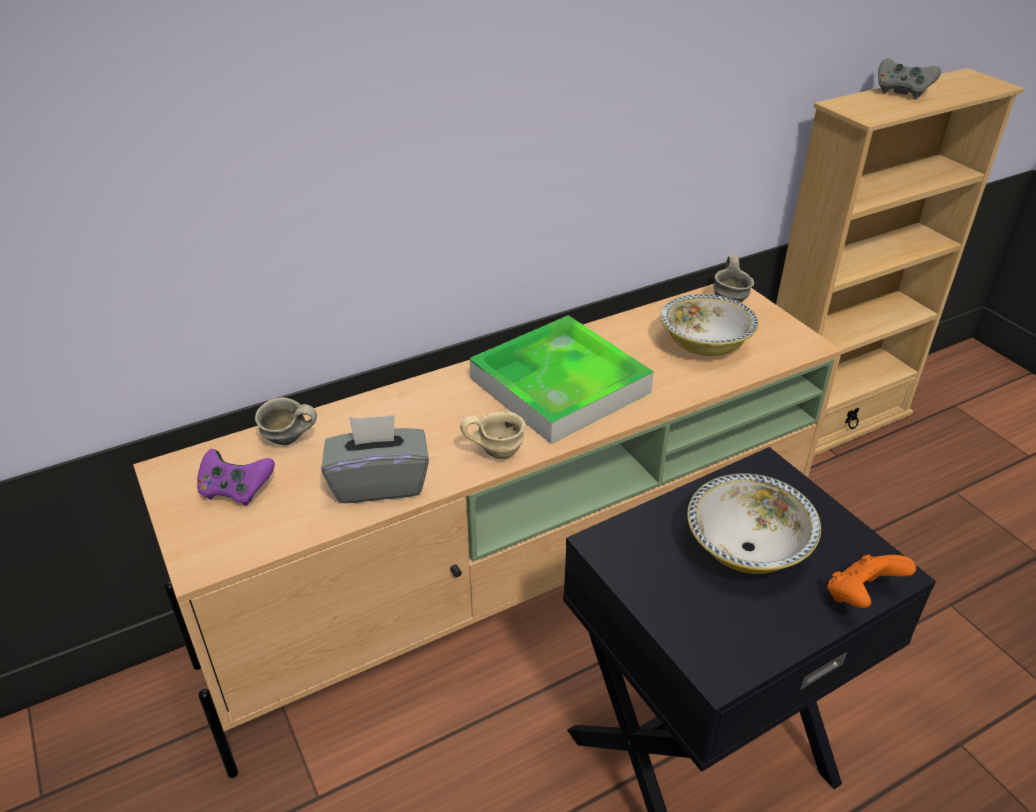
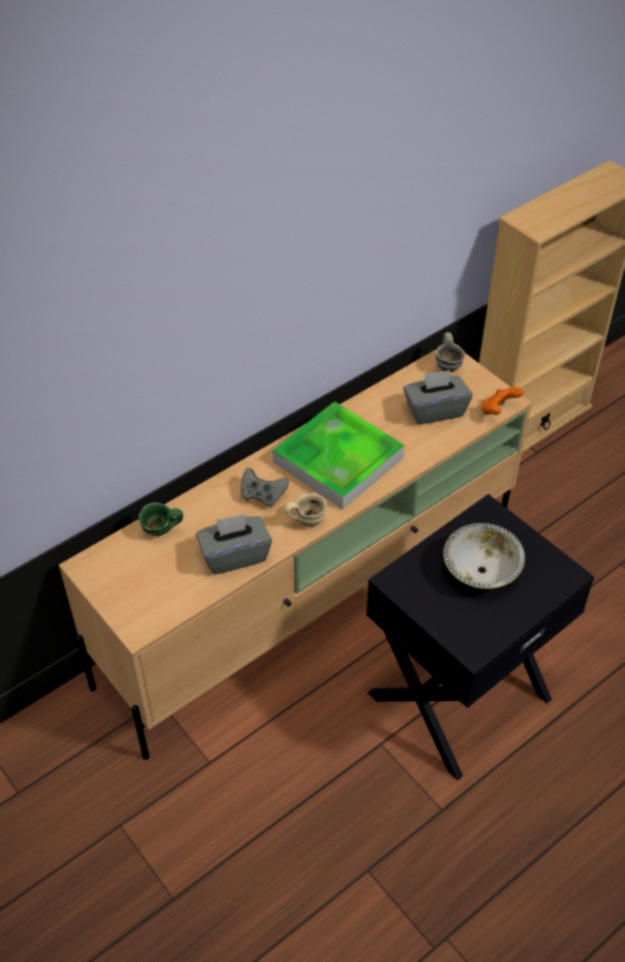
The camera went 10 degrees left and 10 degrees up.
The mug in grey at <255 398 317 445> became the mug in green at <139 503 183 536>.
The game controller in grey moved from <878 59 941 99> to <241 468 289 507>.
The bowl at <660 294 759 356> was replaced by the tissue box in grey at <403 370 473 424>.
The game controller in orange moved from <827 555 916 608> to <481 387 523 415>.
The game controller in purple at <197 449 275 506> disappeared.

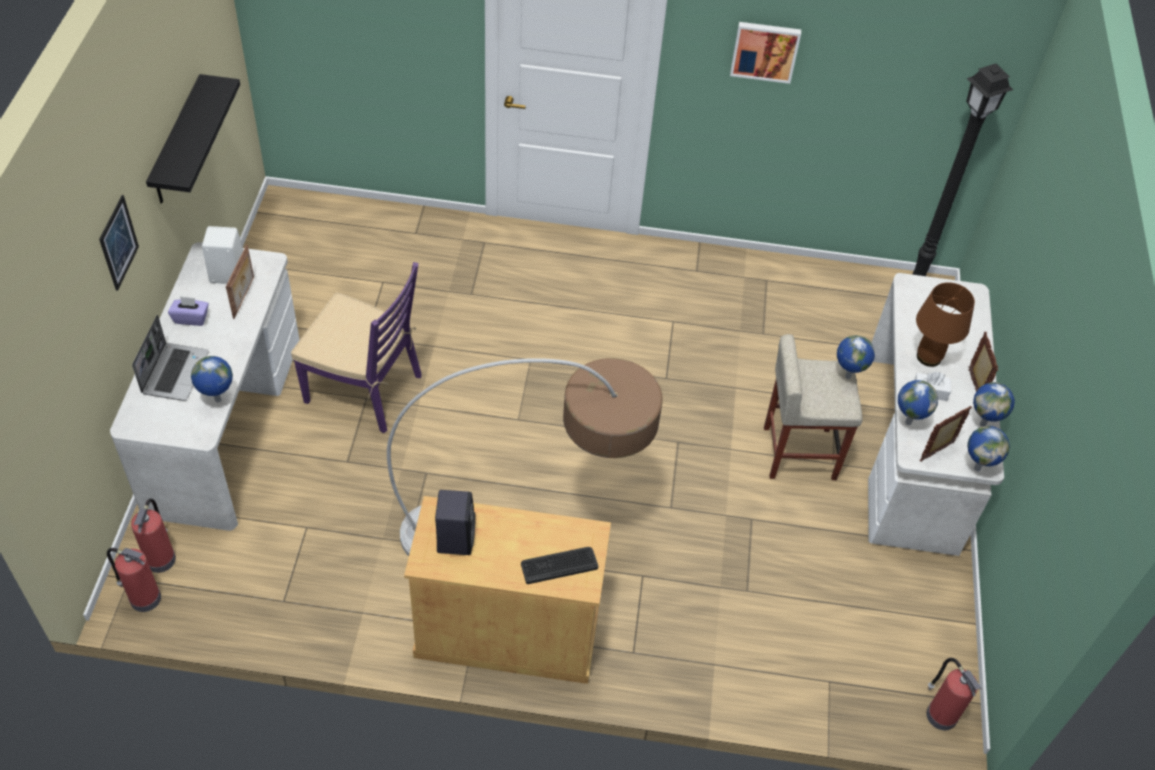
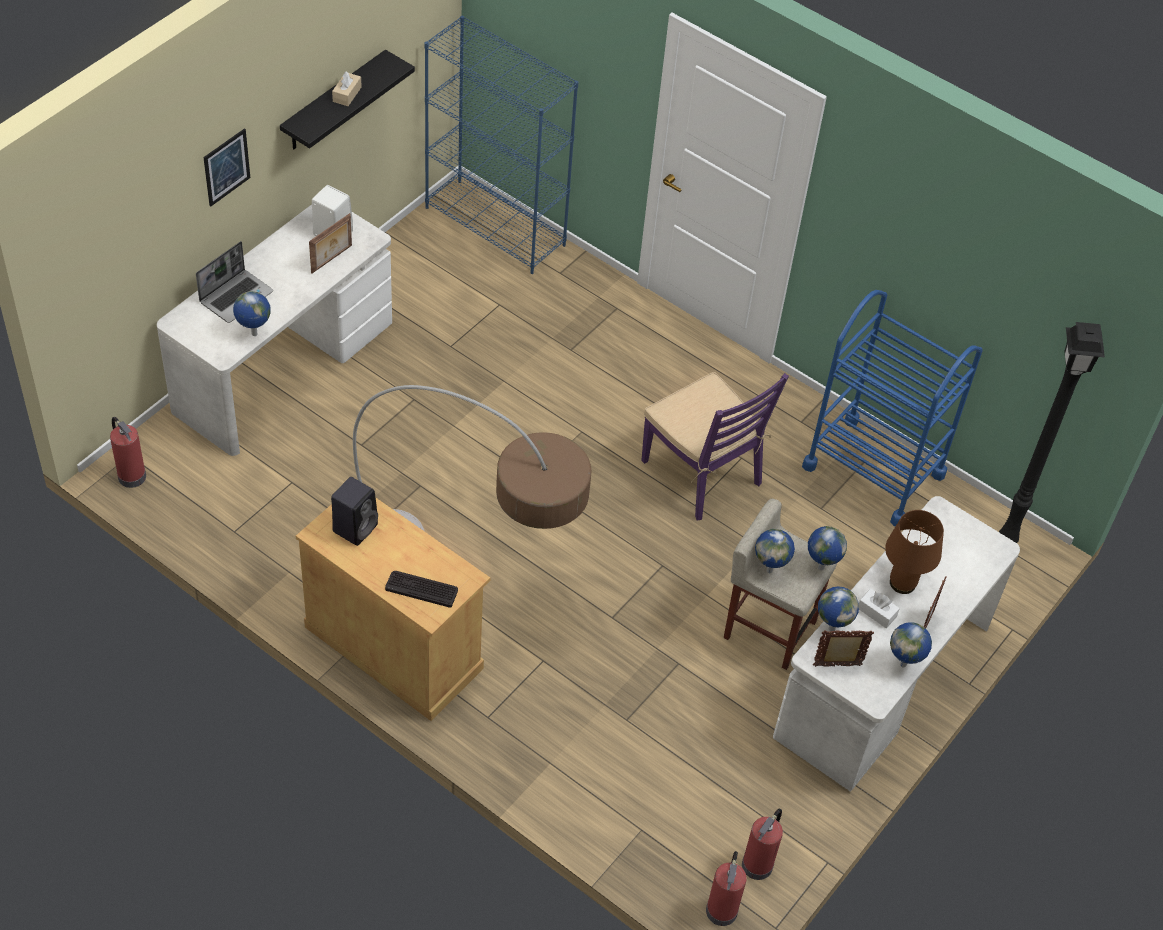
The camera went 30 degrees right and 0 degrees up.
The tissue box in beige at <332 71 362 106> appeared.
The bookcase in blue at <424 16 578 274> appeared.
The chair in purple moved from <291 262 422 434> to <641 372 789 521>.
The fire extinguisher moved from <131 499 176 573> to <742 809 783 880>.
The globe moved from <967 426 1010 471> to <755 529 795 573>.
The cart in blue at <802 290 983 526> appeared.
The tissue box in purple at <168 296 209 326> disappeared.
The picture at <730 22 801 84> disappeared.

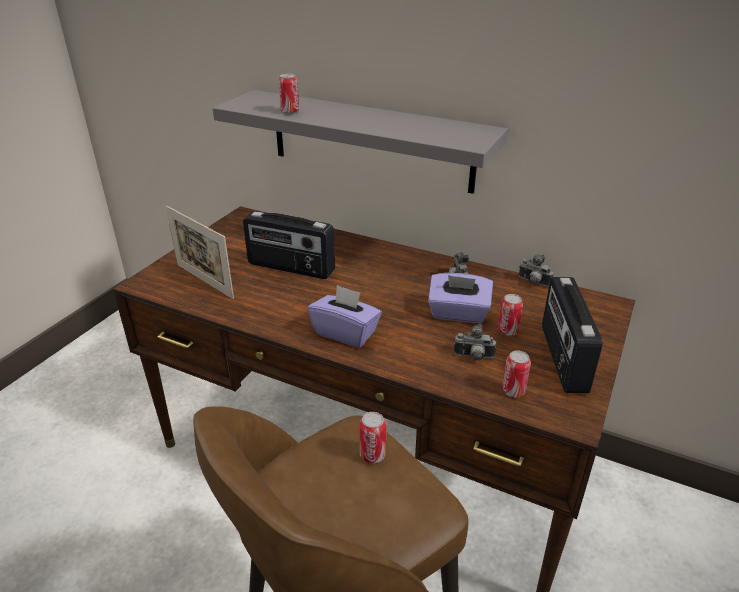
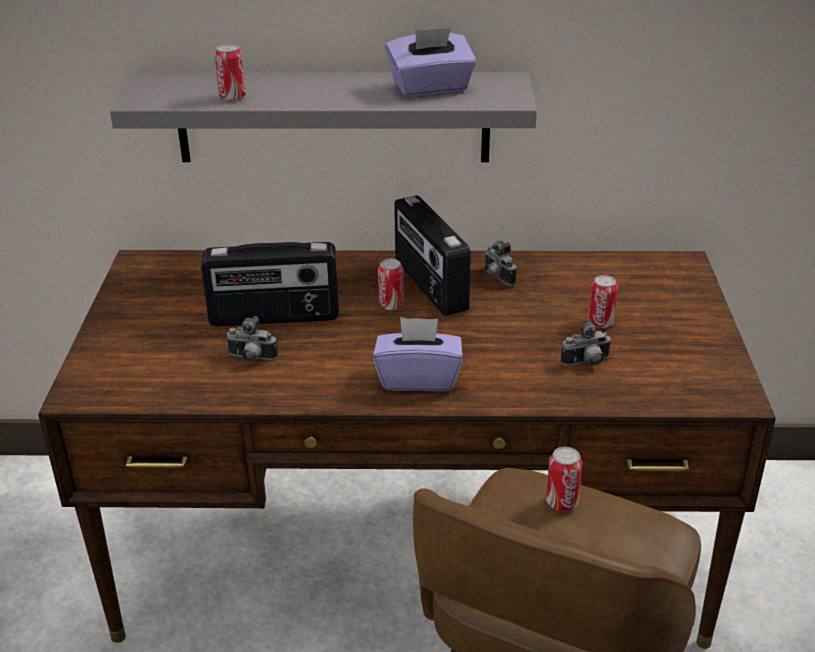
The camera went 25 degrees left and 0 degrees up.
The photo camera moved from <519 254 553 287> to <226 316 278 362>.
The can moved from <502 350 531 397> to <378 259 404 310>.
The tissue box in purple moved from <428 273 493 323> to <385 28 477 97>.
The radio moved from <542 277 603 394> to <394 195 471 316>.
The picture frame at <166 206 234 299> disappeared.

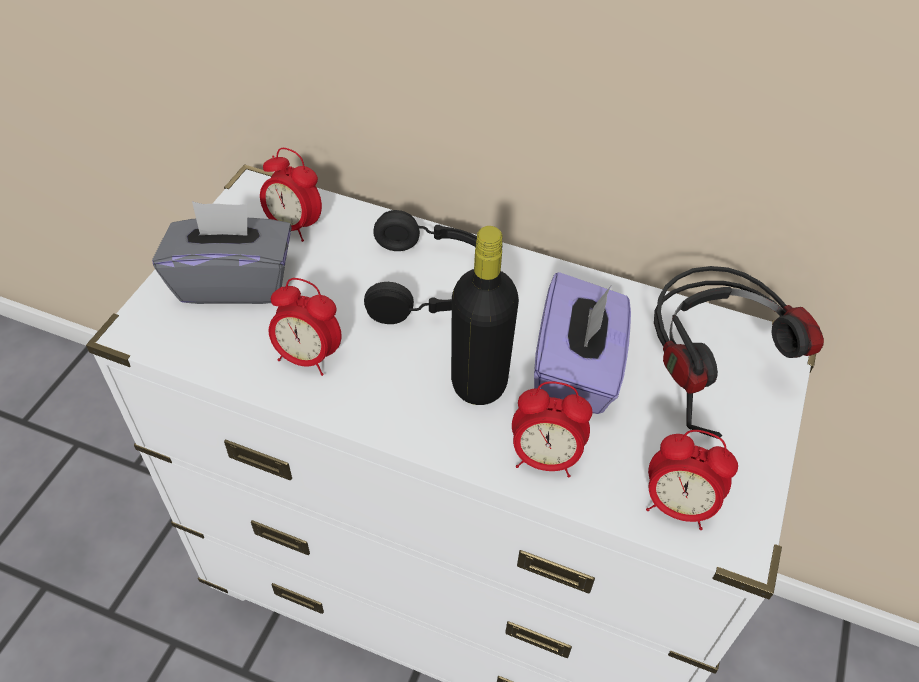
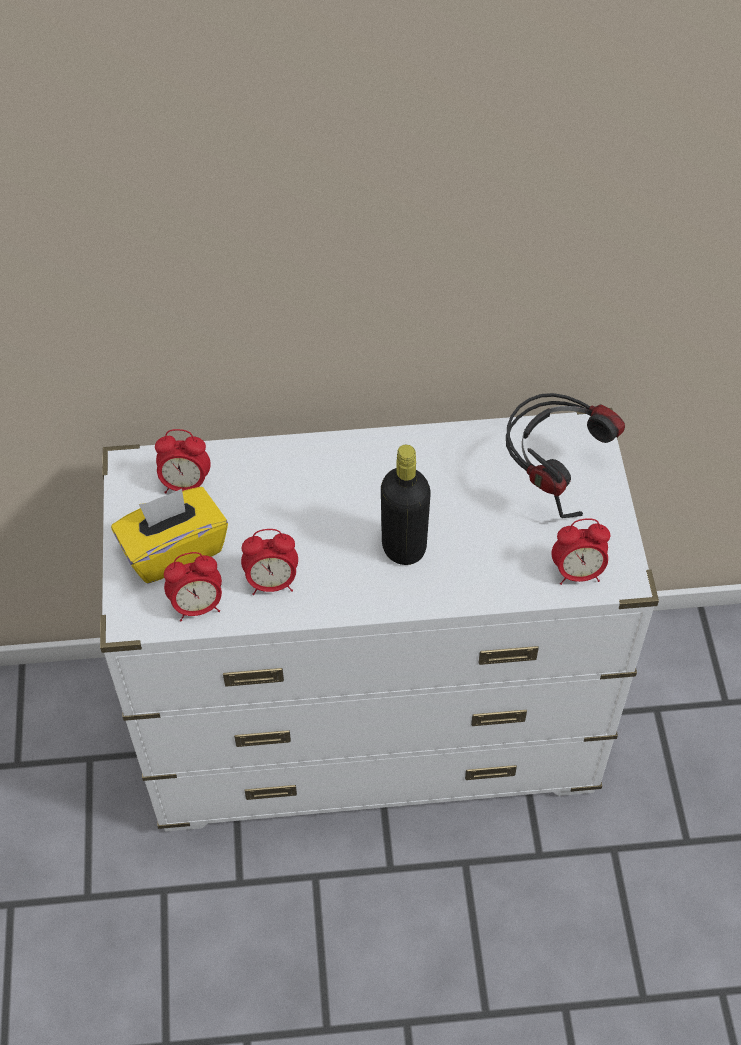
The camera went 25 degrees left and 5 degrees up.
The tissue box in grey at <152 201 292 304> became the tissue box in yellow at <111 487 228 583>.
The alarm clock moved from <512 381 592 477> to <164 552 222 621>.
The headphones in black at <364 210 477 324> disappeared.
The tissue box in purple at <534 272 631 414> disappeared.

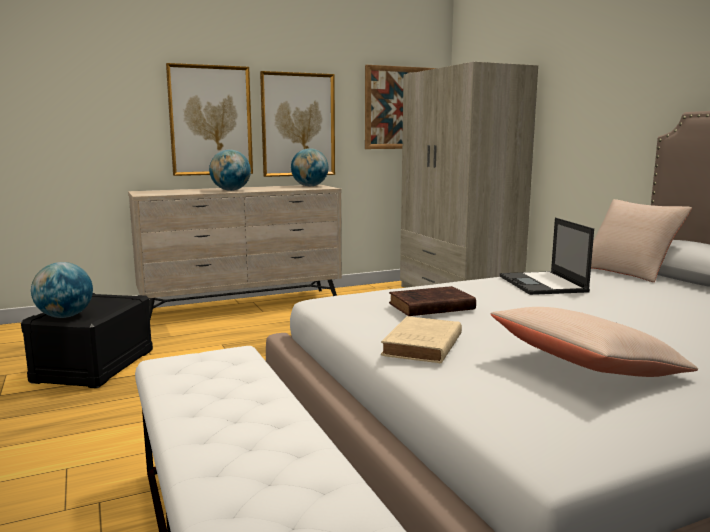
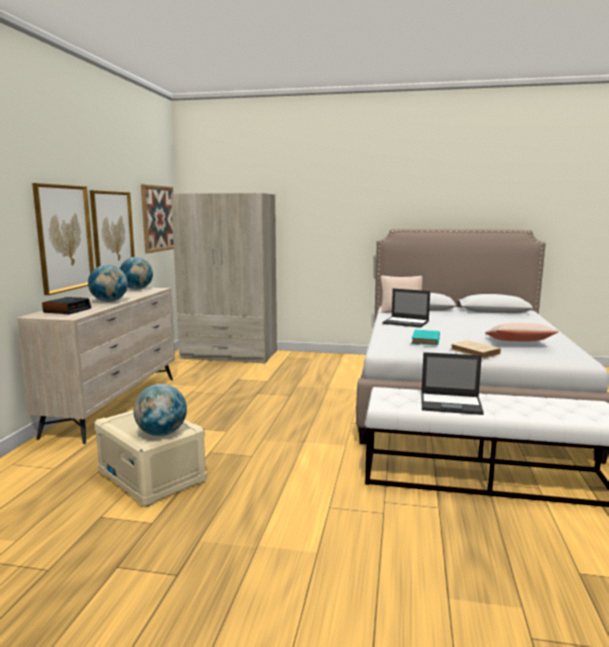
The camera went 55 degrees left and 0 degrees up.
The alarm clock at <42 297 92 314> appeared.
The storage box in black at <21 293 153 388> became the storage box in beige at <94 410 207 507>.
The book in brown at <389 286 476 316> became the book in turquoise at <411 330 440 345>.
The laptop at <421 352 484 415> appeared.

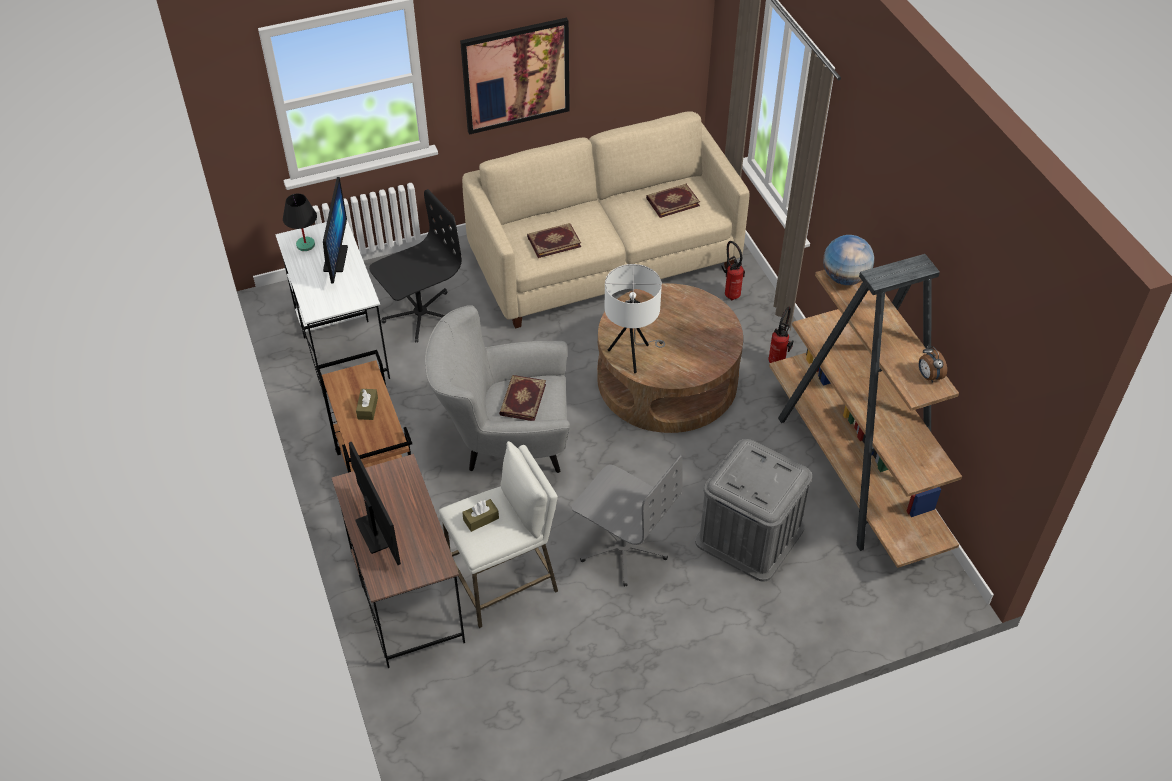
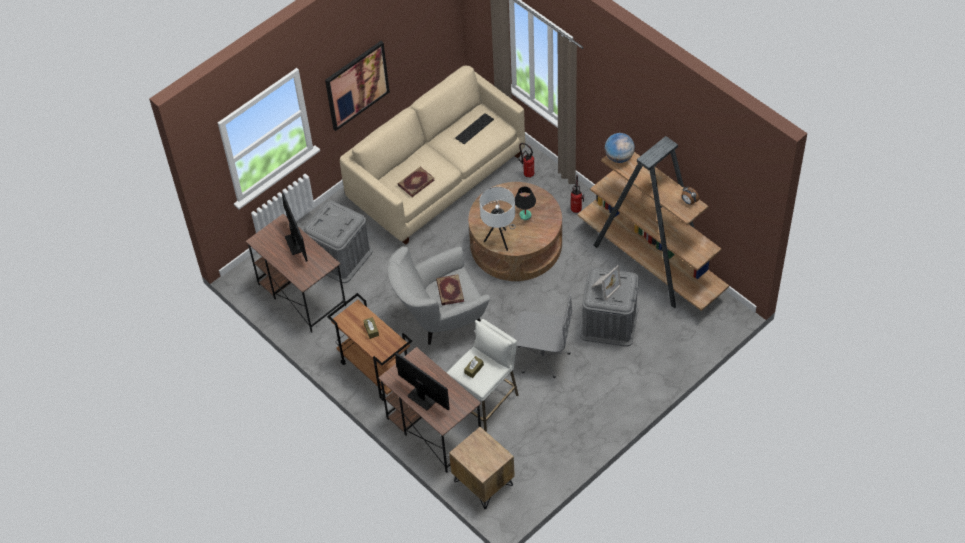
The camera went 20 degrees left and 5 degrees up.
The desk in white at <275 221 390 397> became the desk in brown at <246 214 346 332>.
The office chair in black at <369 189 462 343> was replaced by the storage box in grey at <303 201 373 283>.
The nightstand in brown at <449 427 515 509> appeared.
The book at <646 184 700 218> was replaced by the keyboard at <455 113 494 144>.
The table lamp in black moved from <283 193 317 251> to <515 187 536 220>.
The picture frame at <591 265 621 300> appeared.

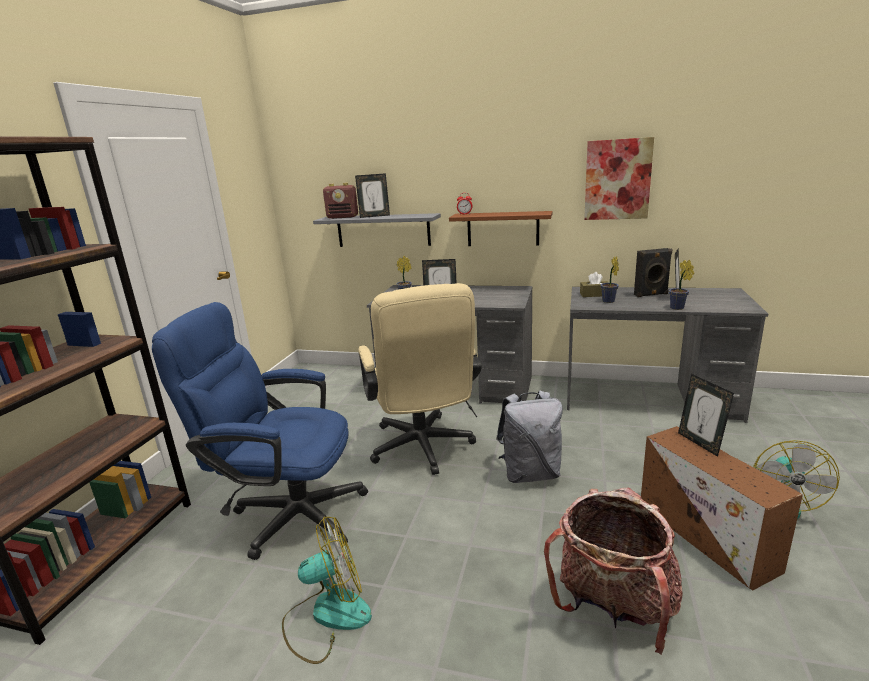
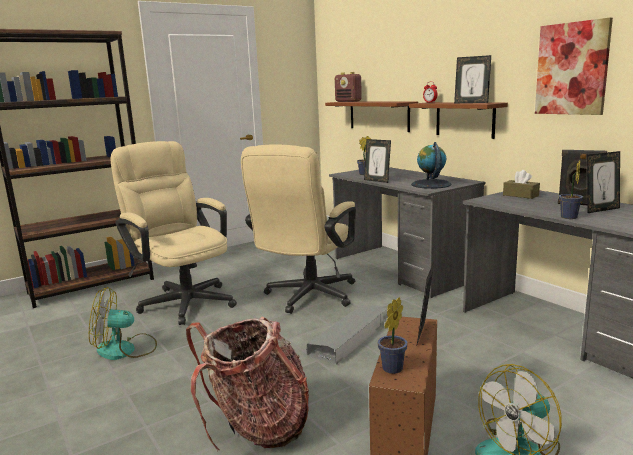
The camera went 40 degrees right and 5 degrees down.
The fan at <282 516 372 664> turned 150 degrees clockwise.
The office chair in blue at <152 302 368 560> became the office chair in beige at <111 141 237 325>.
The backpack in grey at <496 390 563 483> was replaced by the storage box in grey at <307 305 387 365>.
The shelf in grey at <313 213 441 247> became the shelf in brown at <325 101 418 132>.
The potted plant moved from <600 256 619 303> to <378 297 408 374>.
The globe at <411 142 452 189> appeared.
The picture frame moved from <355 173 390 218> to <454 55 491 104>.

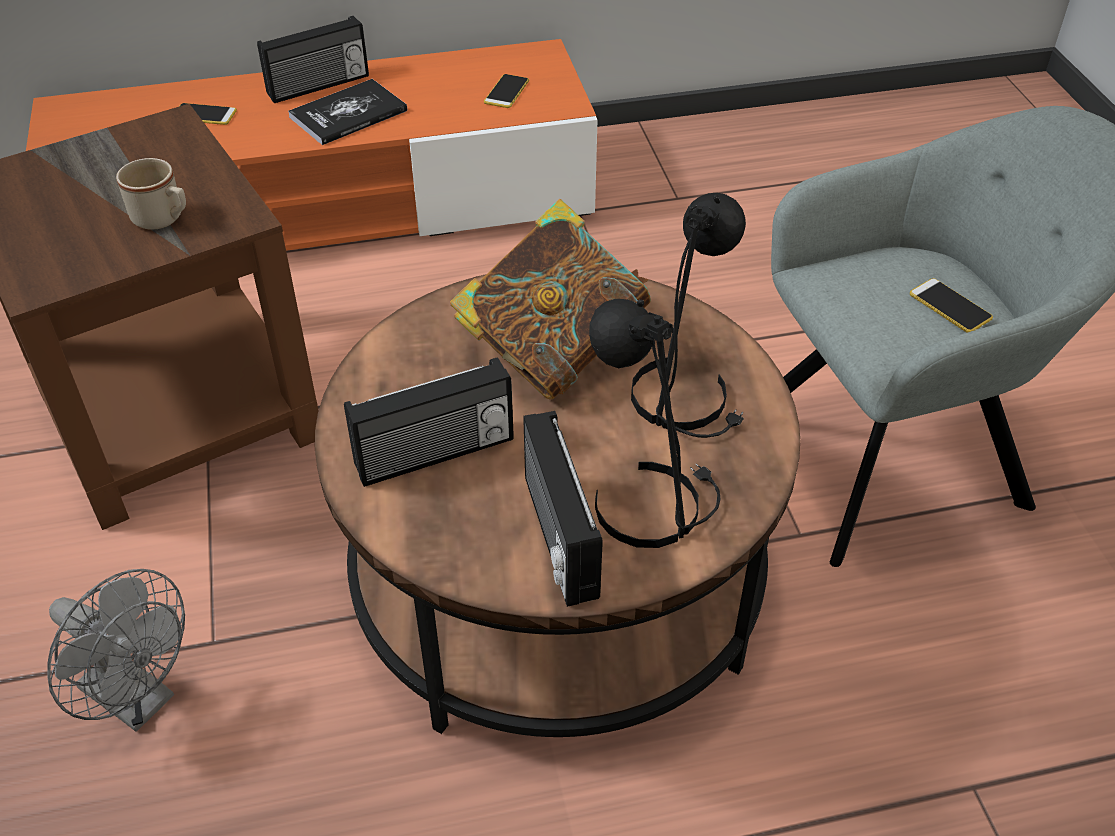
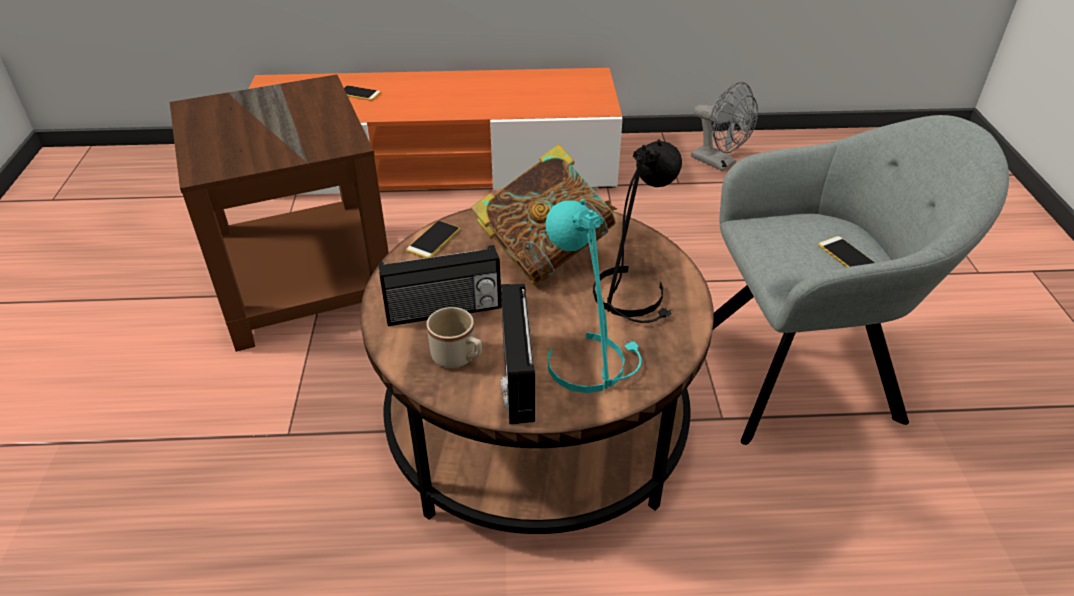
The camera went 10 degrees right and 5 degrees down.
The phone moved from <484 74 529 108> to <406 221 460 258>.
The mug in beige moved from <116 158 186 229> to <426 307 482 368>.
The table lamp in black at <589 299 721 548> became the table lamp in turquoise at <546 199 642 393>.
The fan in grey moved from <47 569 185 732> to <691 82 758 171>.
The radio at <257 16 369 103> disappeared.
The book at <288 79 407 145> disappeared.

